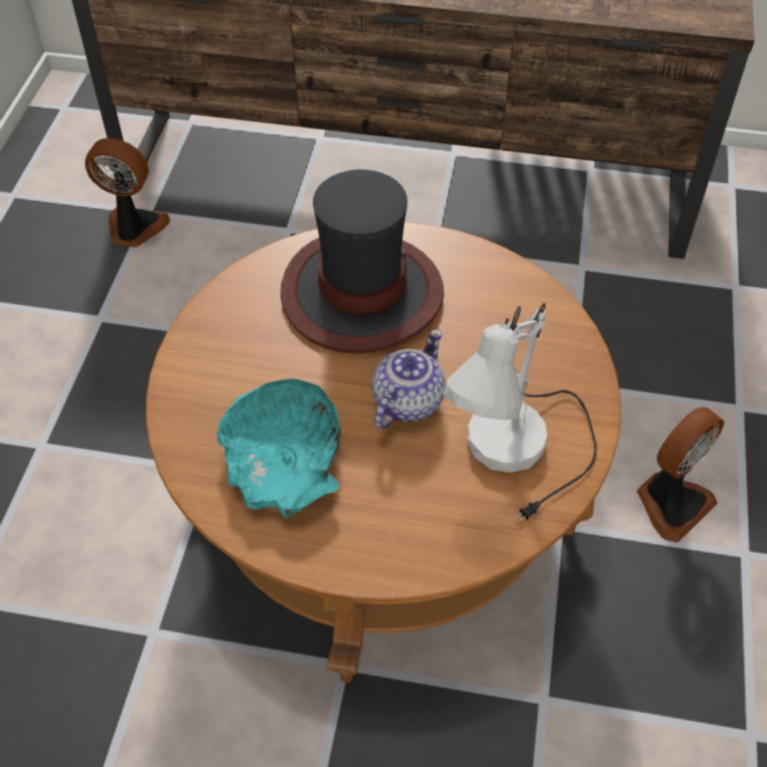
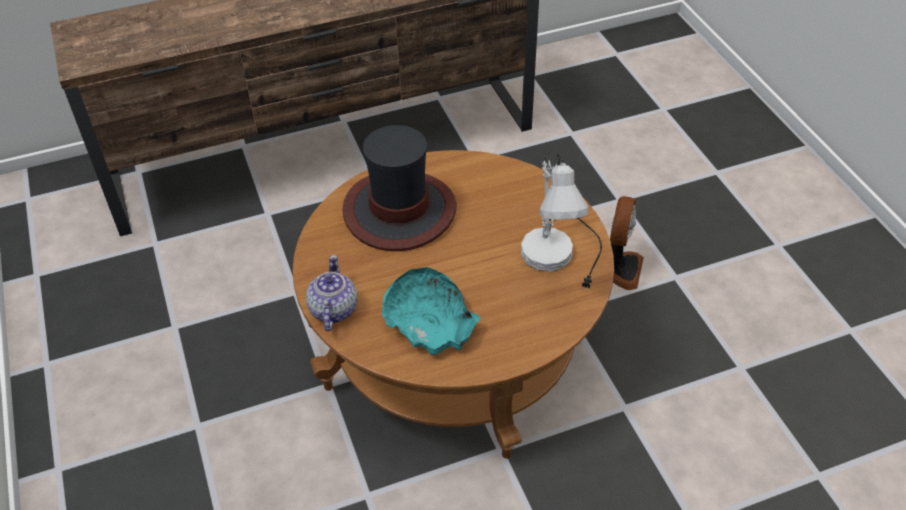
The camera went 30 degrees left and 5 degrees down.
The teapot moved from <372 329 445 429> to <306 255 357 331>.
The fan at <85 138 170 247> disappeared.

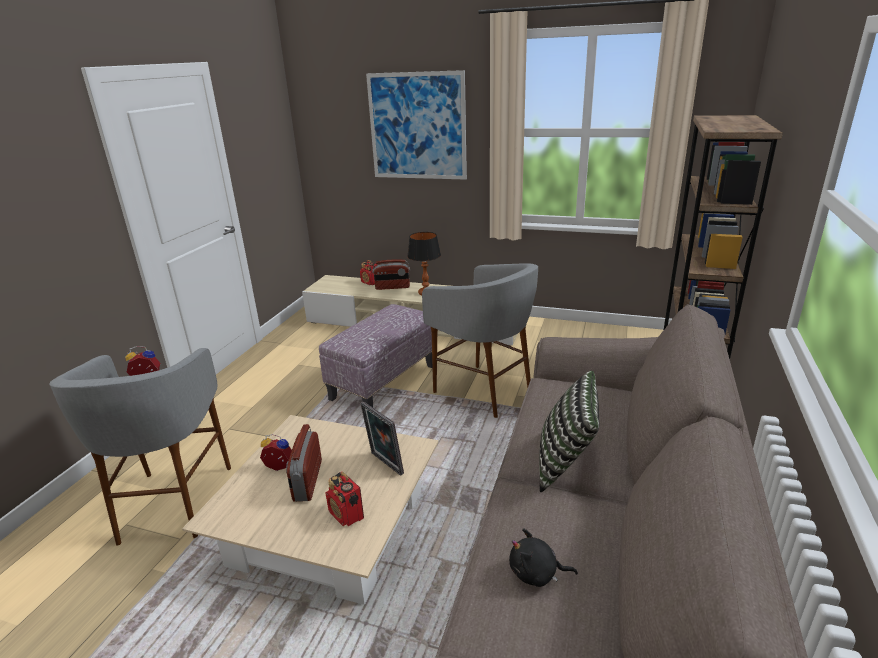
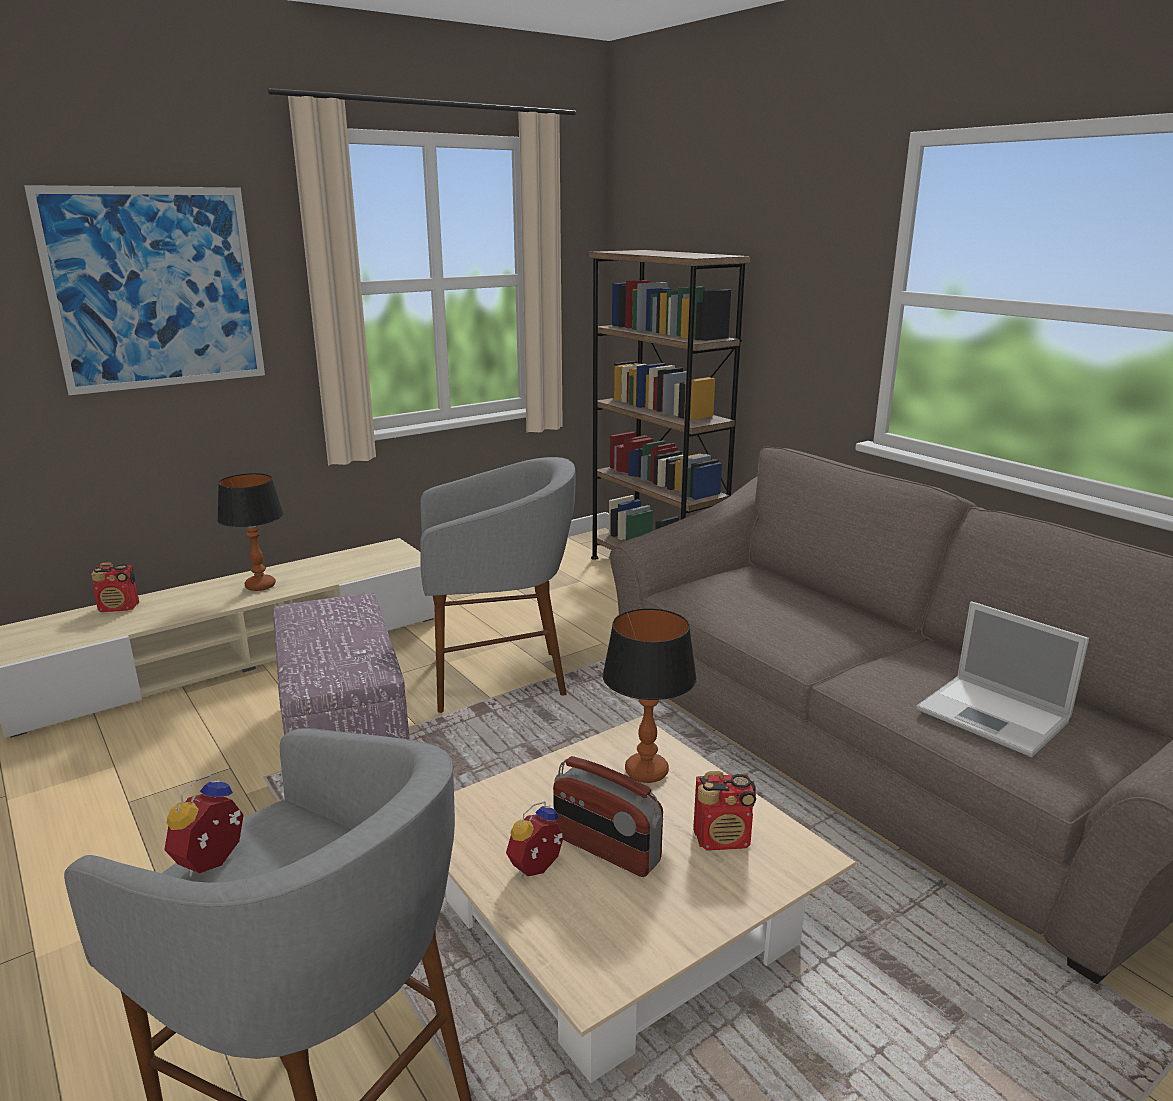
The camera went 55 degrees left and 5 degrees down.
The picture frame at <361 402 404 476> was replaced by the table lamp at <603 608 697 783>.
The plush toy in black at <509 528 578 587> was replaced by the laptop at <916 601 1089 757>.
The radio at <372 259 410 290> disappeared.
The pillow at <539 371 599 493> disappeared.

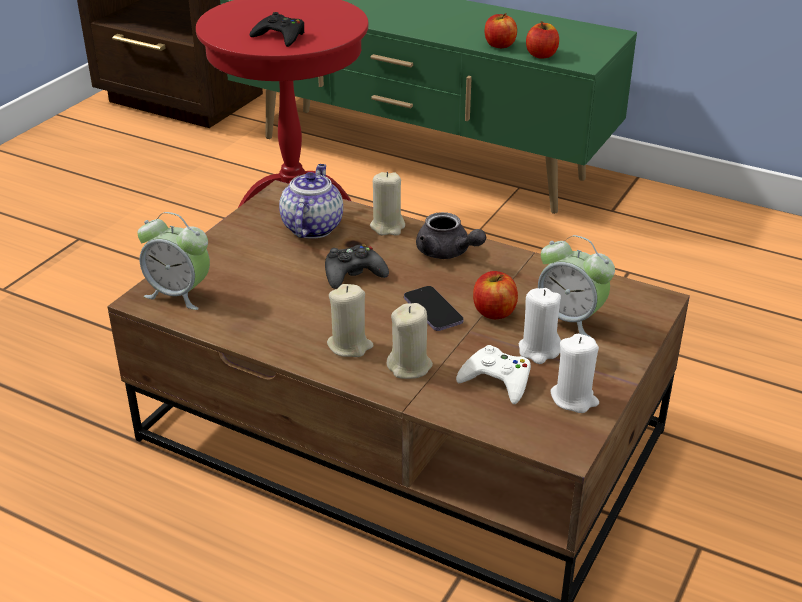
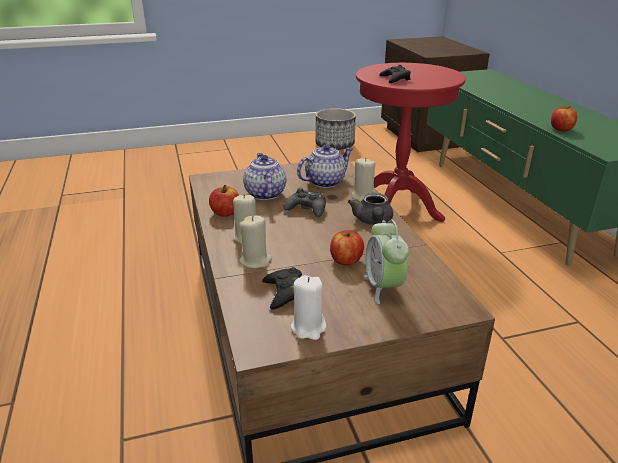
The camera went 45 degrees right and 5 degrees down.
The apple moved from <526 21 559 59> to <209 185 239 217>.
The teapot at <243 153 286 200> appeared.
The game controller in white at <456 345 531 404> became the game controller in black at <262 267 302 310>.
The planter at <316 108 356 150> appeared.
The alarm clock at <138 212 210 310> disappeared.
The phone at <404 286 464 331> disappeared.
The candle in white at <519 288 561 364> disappeared.

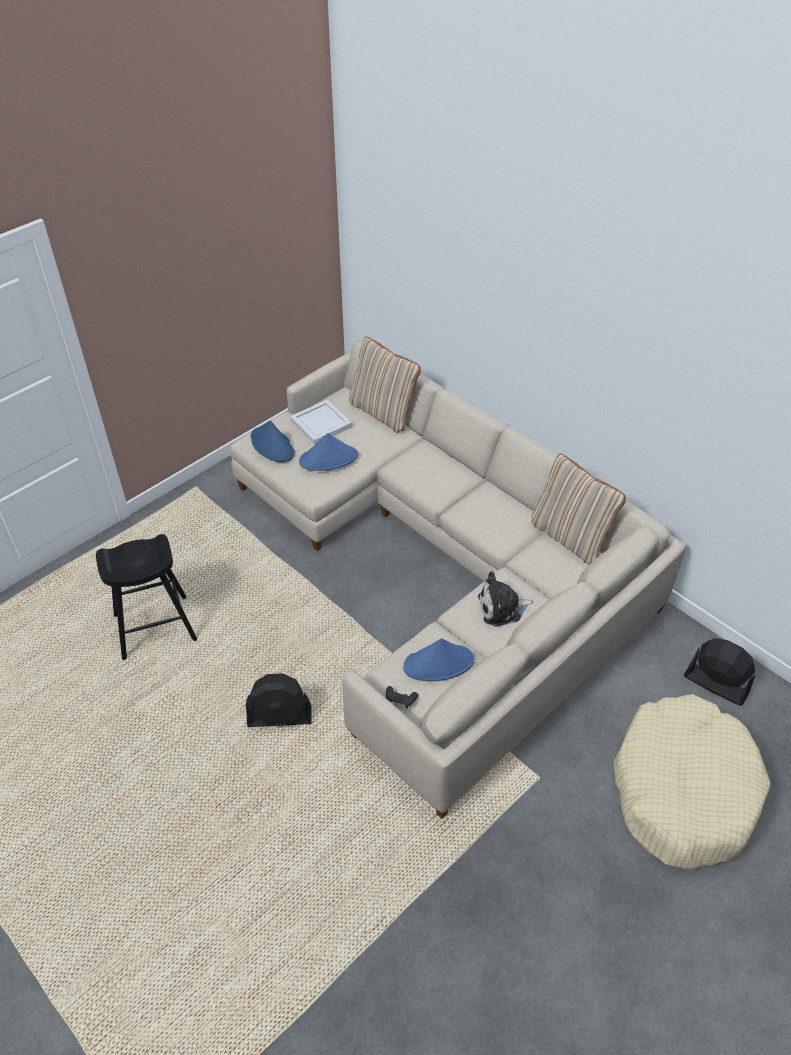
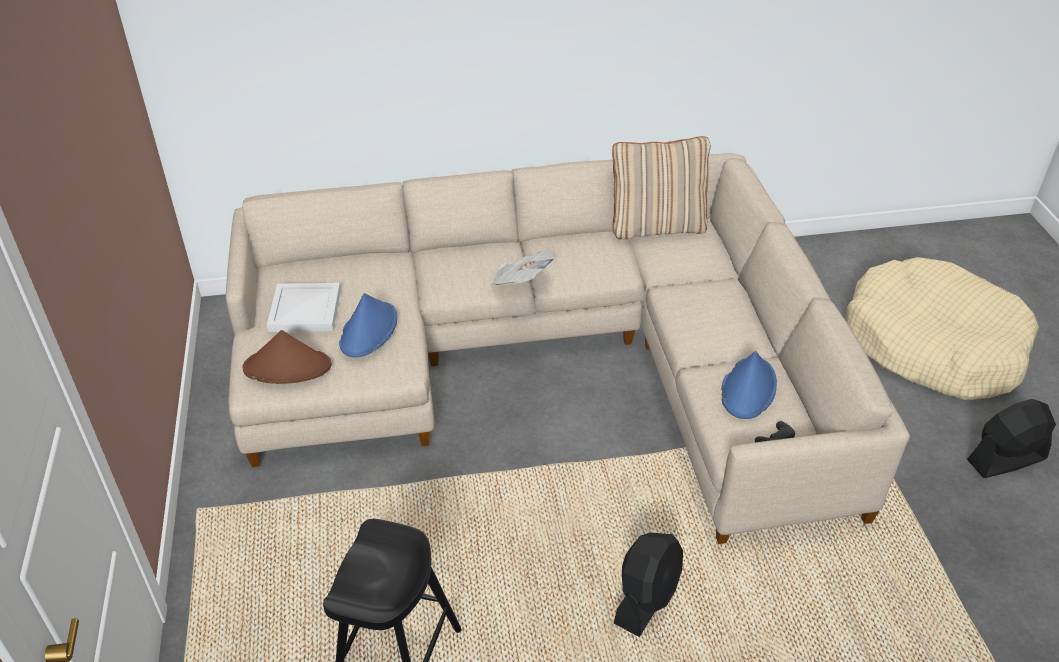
The camera went 55 degrees left and 5 degrees down.
The hat in blue at <251 420 295 462> became the hat in brown at <242 330 332 384>.
The newspaper at <491 251 555 286> appeared.
The fan in black moved from <684 638 755 706> to <967 399 1056 478>.
The pillow in beige at <349 336 421 433> disappeared.
The plush toy at <478 571 534 626> disappeared.

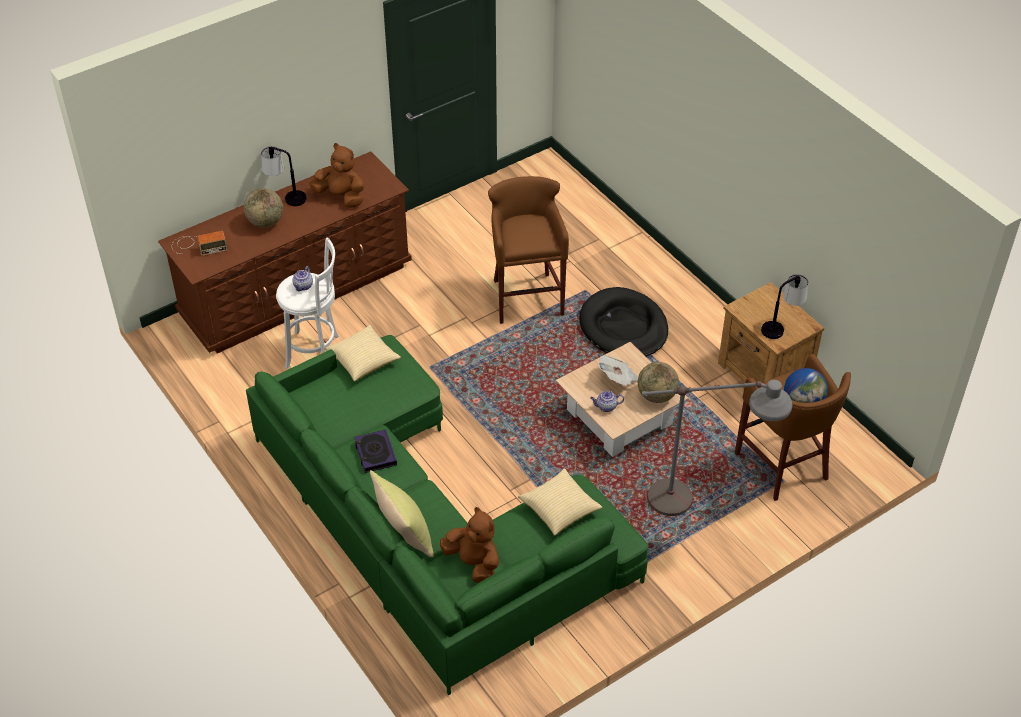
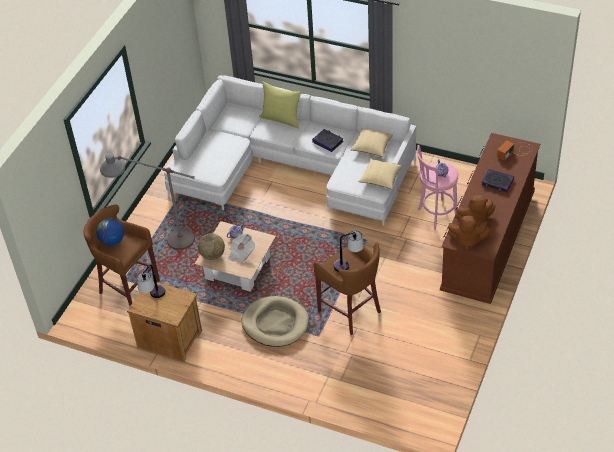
The camera went 150 degrees right and 0 degrees up.
The sofa in green at <246 335 649 695> became the sofa in white at <164 75 416 225>.
The dog bed in black at <579 287 668 357> became the dog bed in beige at <241 296 309 347>.
The table lamp moved from <261 146 306 206> to <334 230 364 271>.
The pillow moved from <518 468 602 536> to <350 128 393 157>.
The stool in white at <276 237 339 369> became the stool in pink at <417 145 459 230>.
The plush toy in brown moved from <440 507 499 583> to <448 216 491 249>.
The globe at <244 188 283 228> was replaced by the book at <482 169 514 193>.

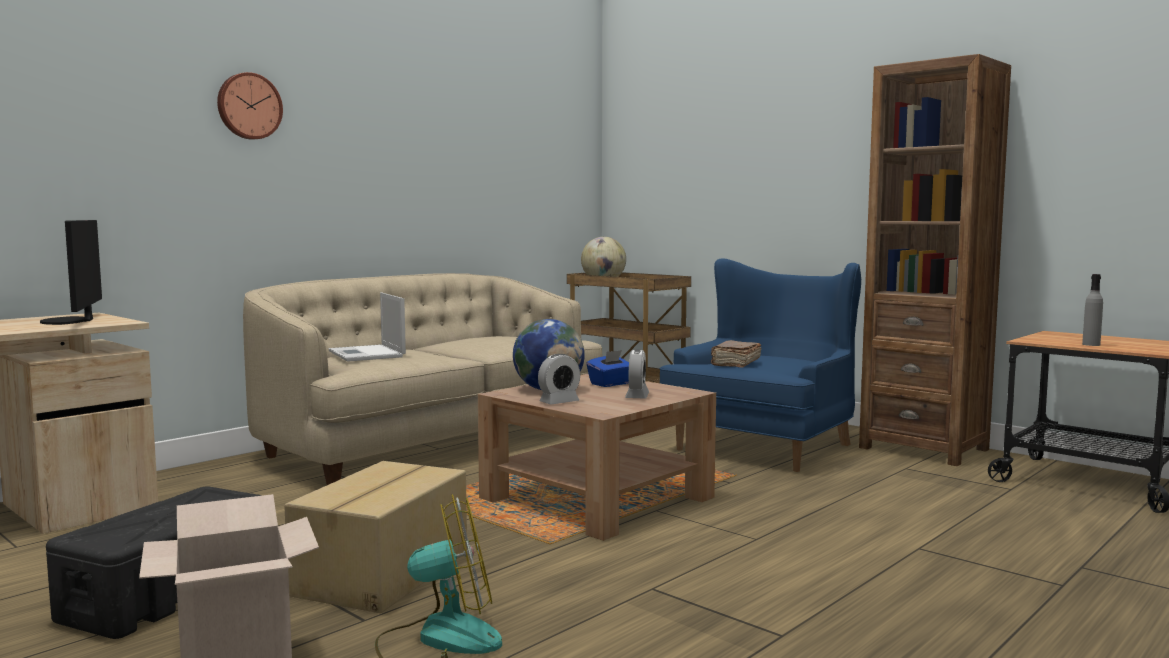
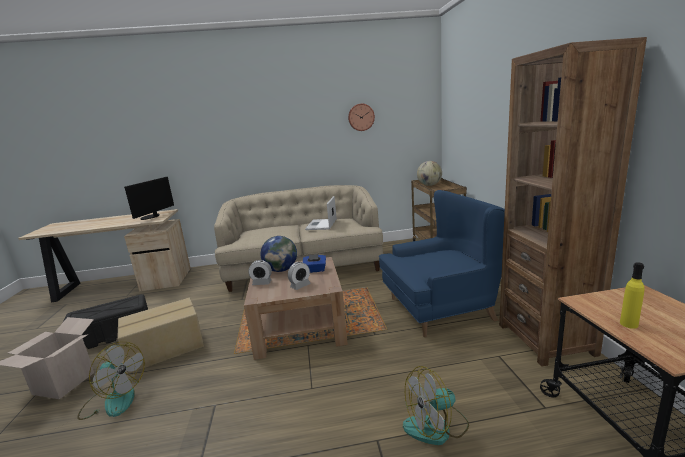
The camera went 40 degrees right and 10 degrees up.
The laptop moved from <329 292 406 362> to <305 196 337 230>.
The wall clock moved from <217 72 283 140> to <348 104 375 131>.
The fan at <403 366 469 445> appeared.
The bottle in grey at <1082 274 1103 346> became the bottle in yellow at <620 262 645 329>.
The book in brown at <710 340 762 368> disappeared.

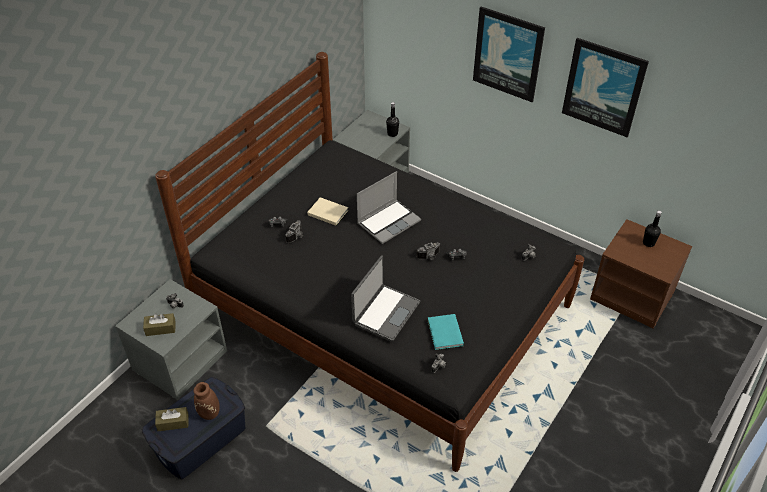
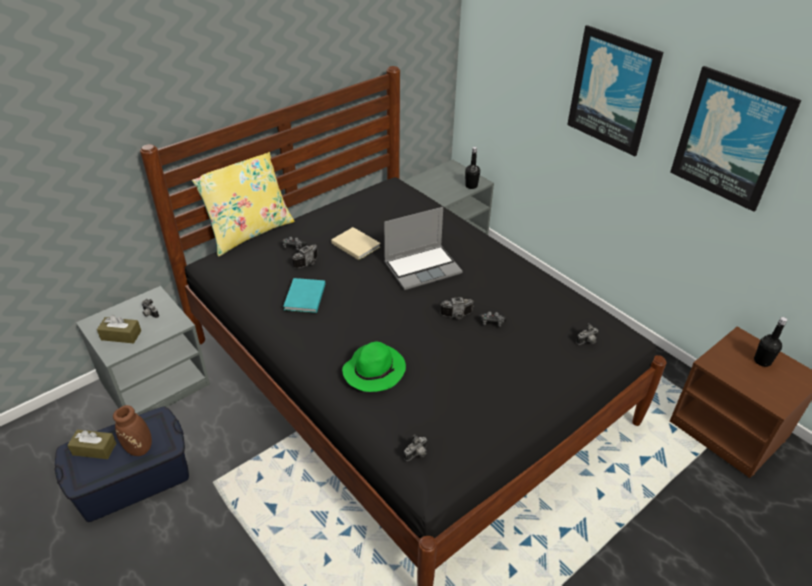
The camera went 15 degrees right and 5 degrees down.
The pillow in yellow at <191 152 294 257> appeared.
The book in turquoise moved from <427 314 464 350> to <283 278 325 313>.
The laptop at <351 255 420 342> was replaced by the hat in green at <342 342 406 392>.

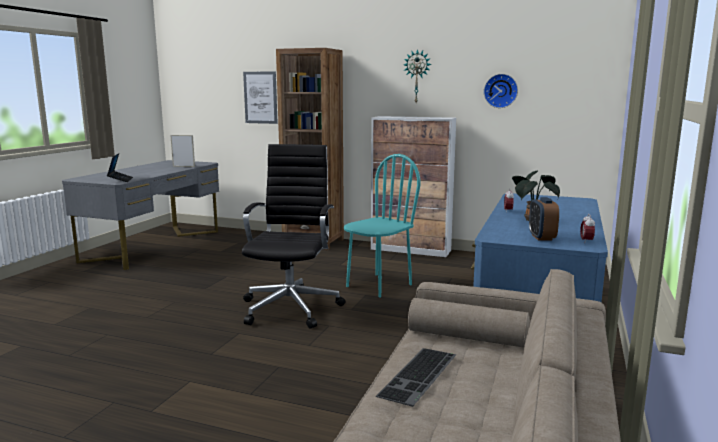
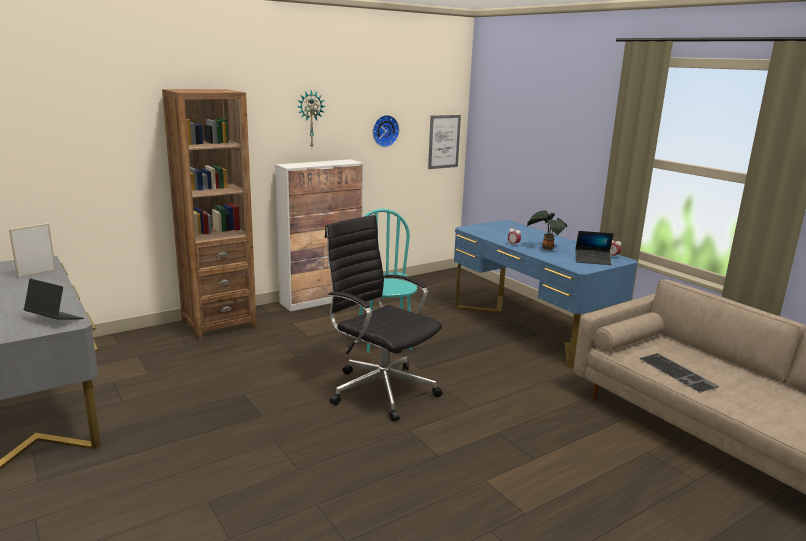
The camera went 55 degrees left and 5 degrees up.
The picture moved from <243 71 278 124> to <428 115 461 169>.
The alarm clock at <529 197 559 241> was replaced by the laptop at <575 231 614 265>.

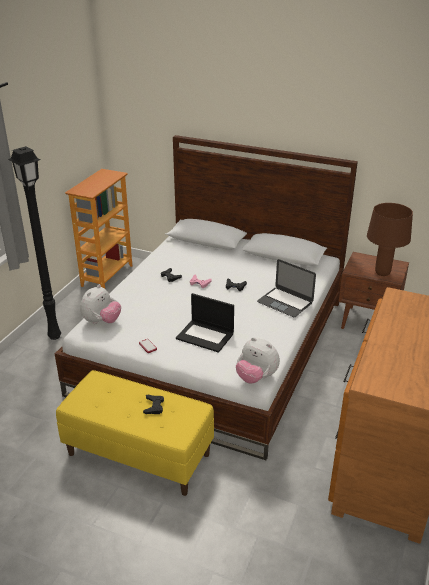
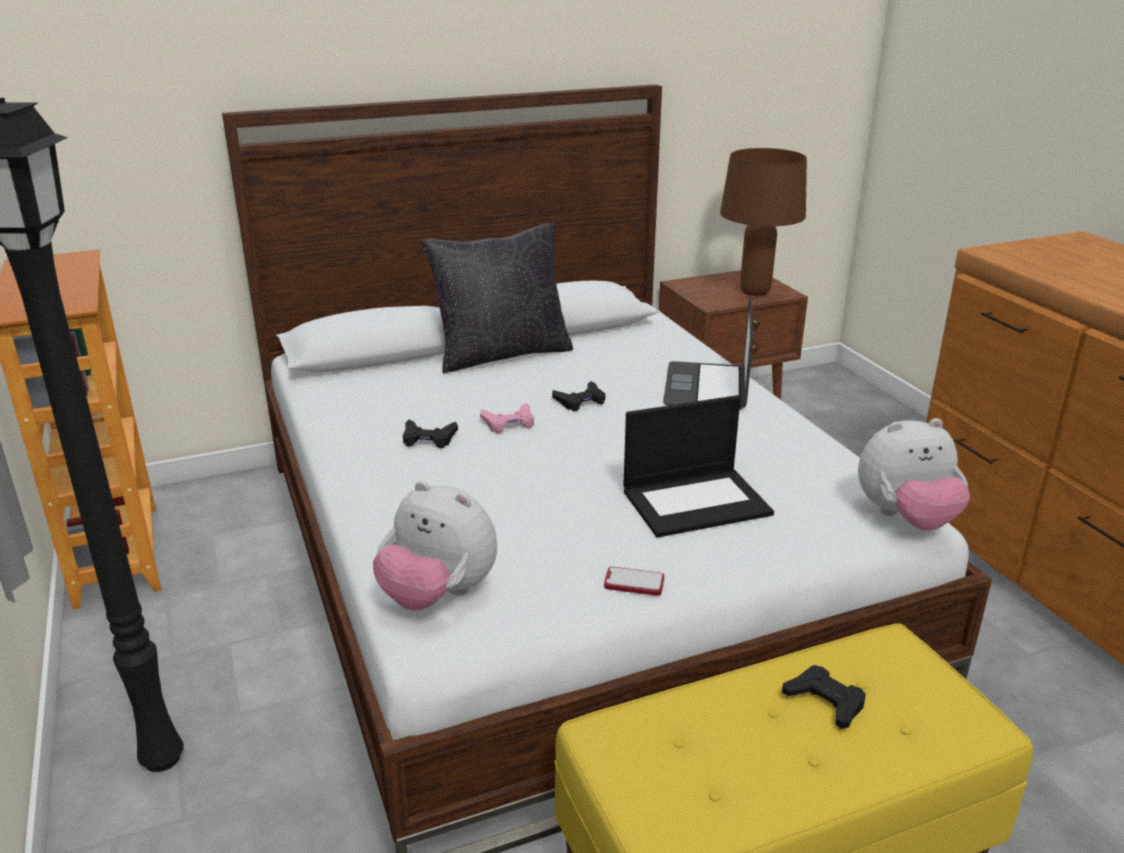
The camera went 45 degrees left and 5 degrees down.
The plush toy at <80 285 121 324> turned 135 degrees clockwise.
The pillow in black at <422 223 573 373> appeared.
The laptop at <257 259 316 317> turned 105 degrees clockwise.

